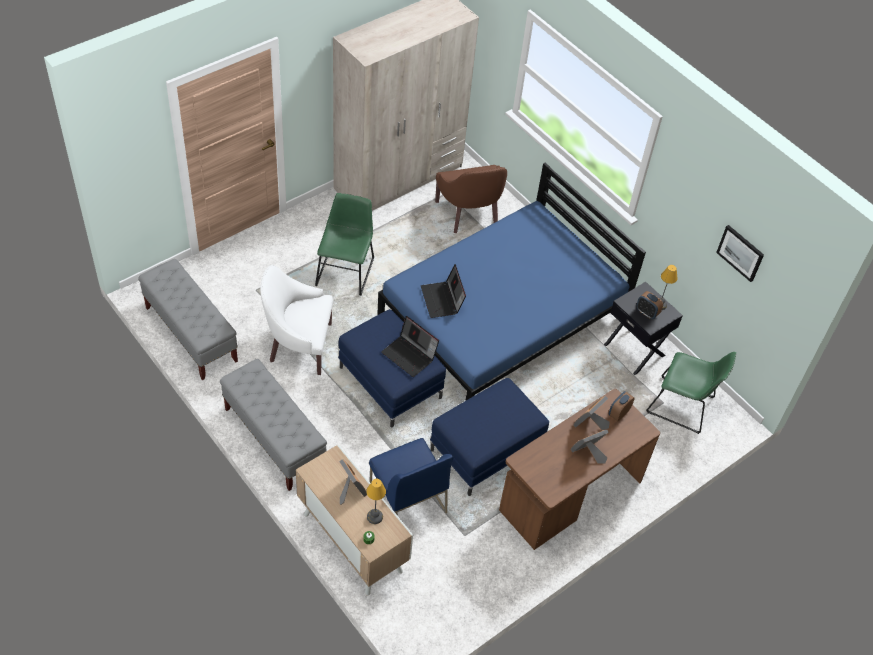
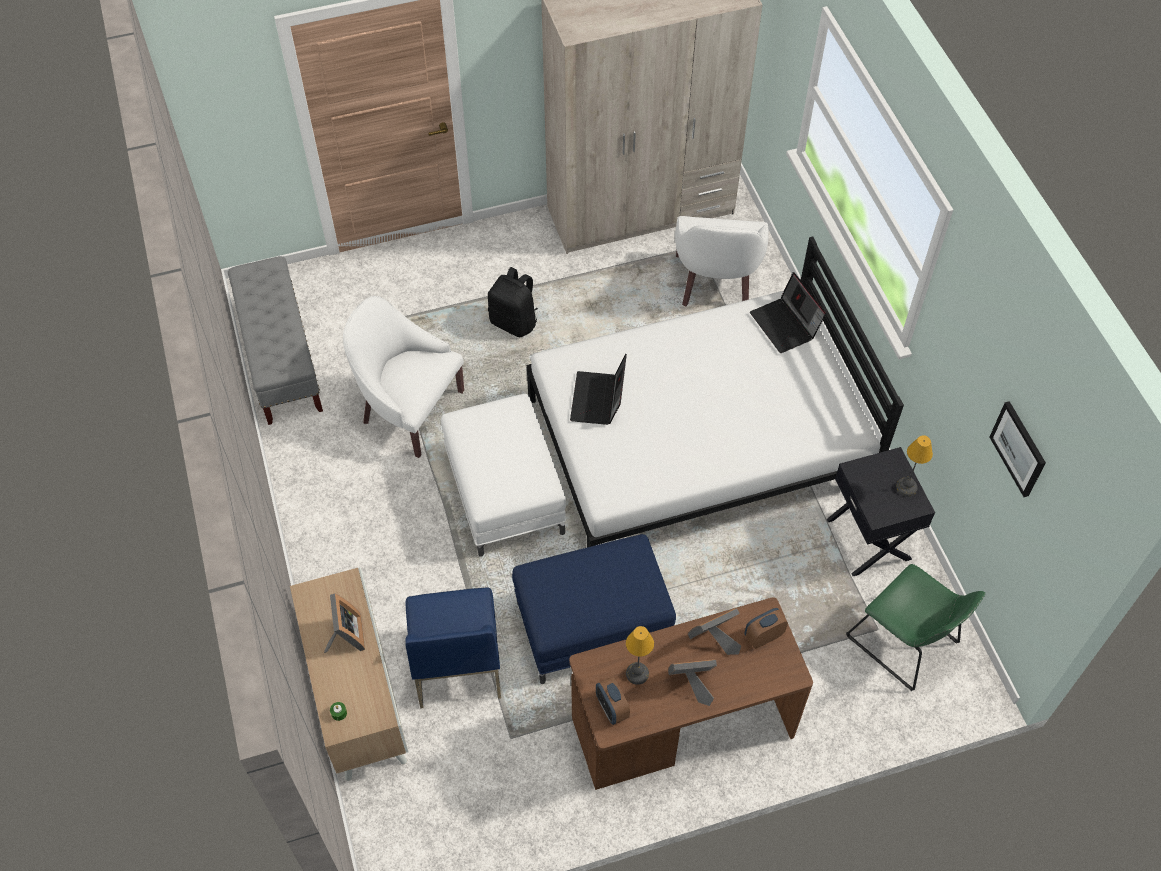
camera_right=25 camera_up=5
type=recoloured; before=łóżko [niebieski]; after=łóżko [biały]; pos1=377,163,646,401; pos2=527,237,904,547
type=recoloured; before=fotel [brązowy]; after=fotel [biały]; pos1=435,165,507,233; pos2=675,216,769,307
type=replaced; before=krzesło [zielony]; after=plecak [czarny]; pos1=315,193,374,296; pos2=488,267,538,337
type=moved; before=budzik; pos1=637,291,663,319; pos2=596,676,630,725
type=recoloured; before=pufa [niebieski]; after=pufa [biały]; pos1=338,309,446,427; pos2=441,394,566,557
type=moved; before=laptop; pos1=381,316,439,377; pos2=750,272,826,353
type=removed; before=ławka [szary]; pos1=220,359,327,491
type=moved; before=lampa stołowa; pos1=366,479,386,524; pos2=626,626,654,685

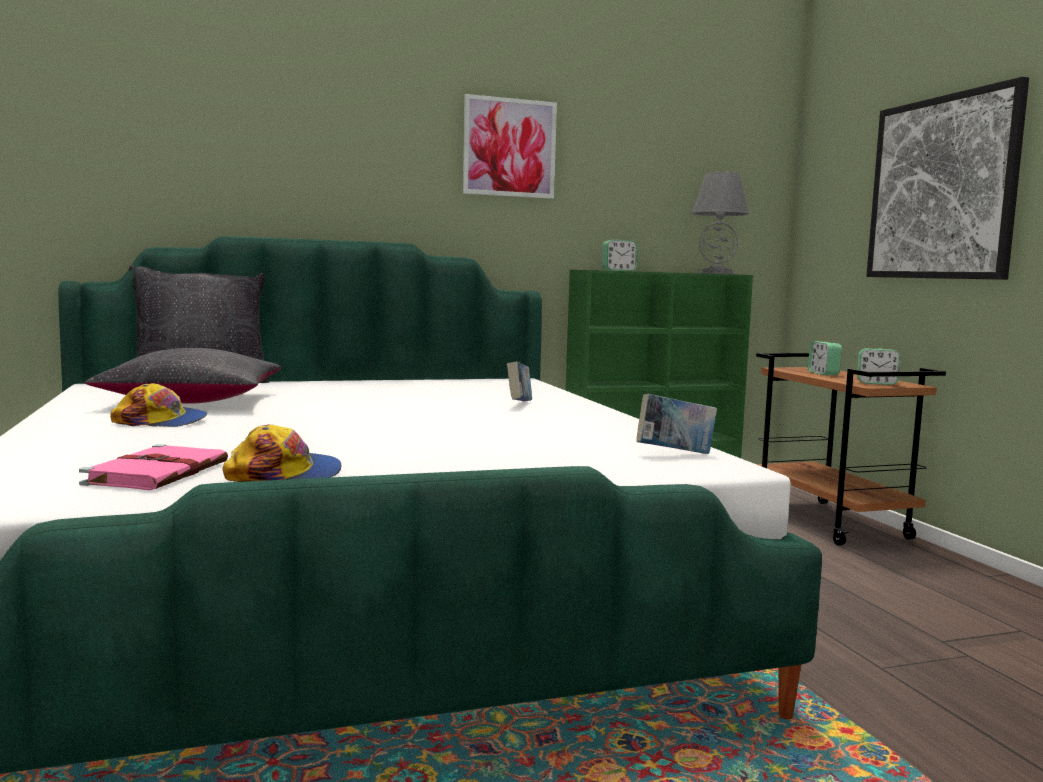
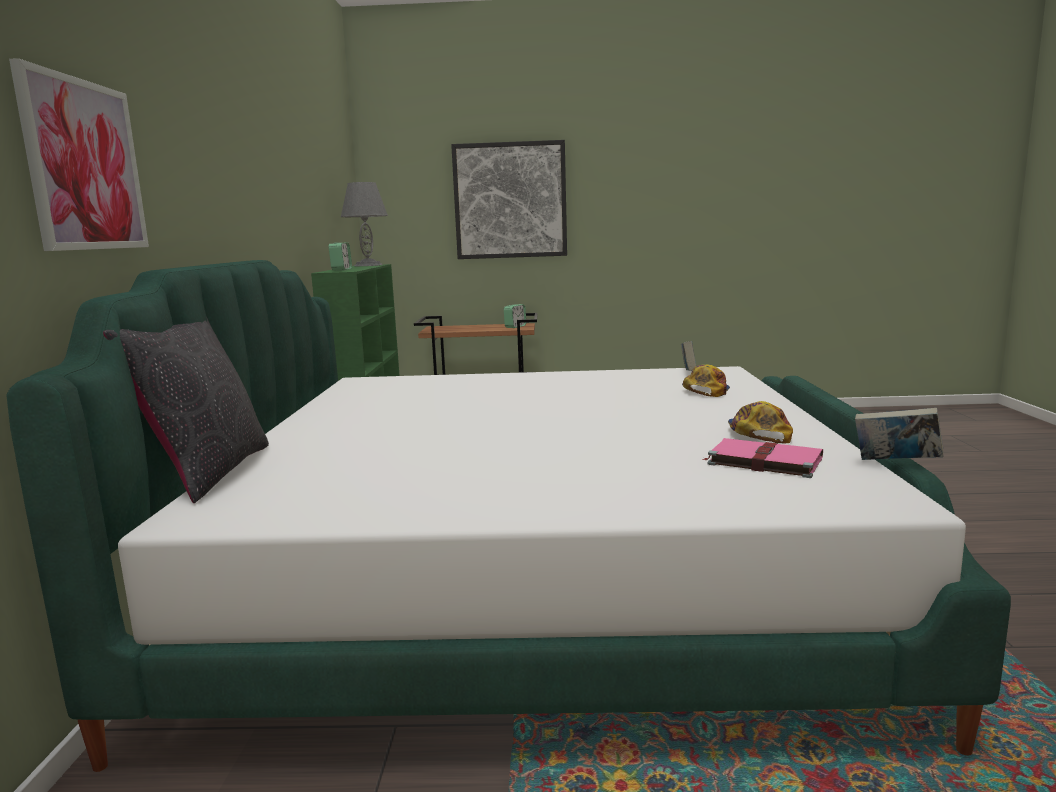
camera_right=-70 camera_up=5
type=moved; before=obraz; pos1=463,94,557,199; pos2=9,58,149,251
type=removed; before=budzik; pos1=808,341,842,375
type=removed; before=poduszka [czarny]; pos1=84,348,281,404
type=moved; before=książka; pos1=507,362,532,401; pos2=855,408,944,460
type=moved; before=czapka z daszkiem; pos1=110,383,207,427; pos2=682,365,730,397

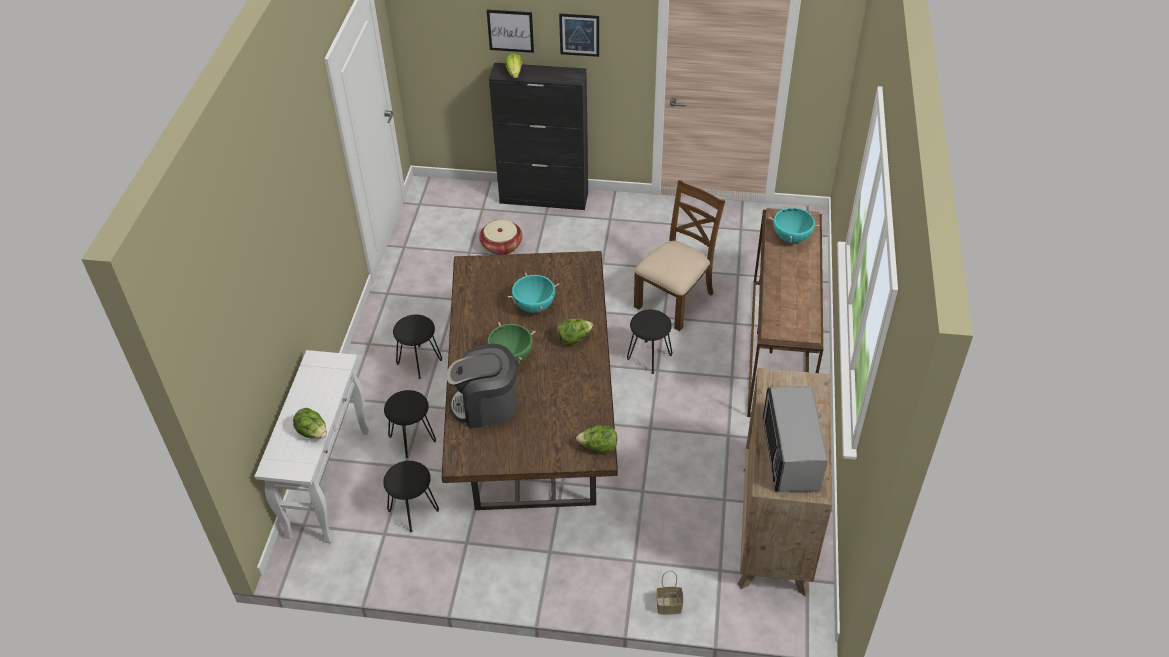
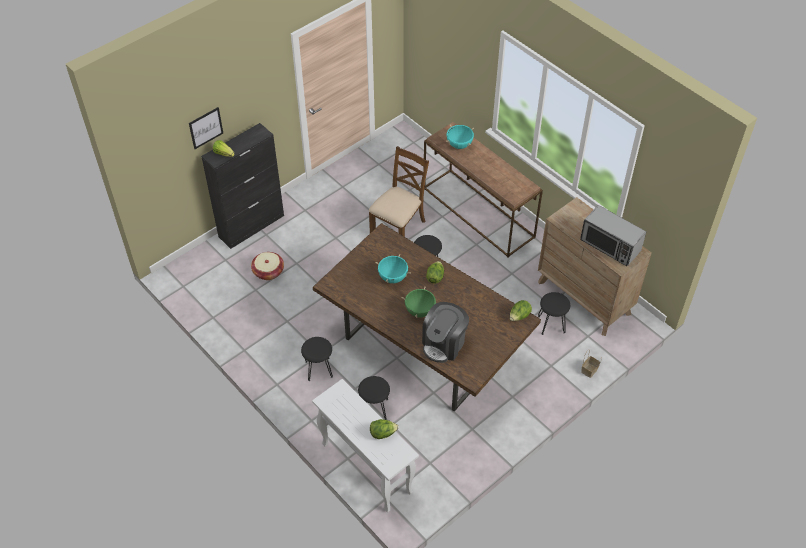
camera_right=-50 camera_up=5
type=removed; before=obraz; pos1=559,13,599,57
type=turned; before=krzesło [brązowy]; pos1=634,180,725,331; pos2=369,146,429,237; turn=45
type=moved; before=stołek [czarny]; pos1=383,461,439,532; pos2=538,292,570,335

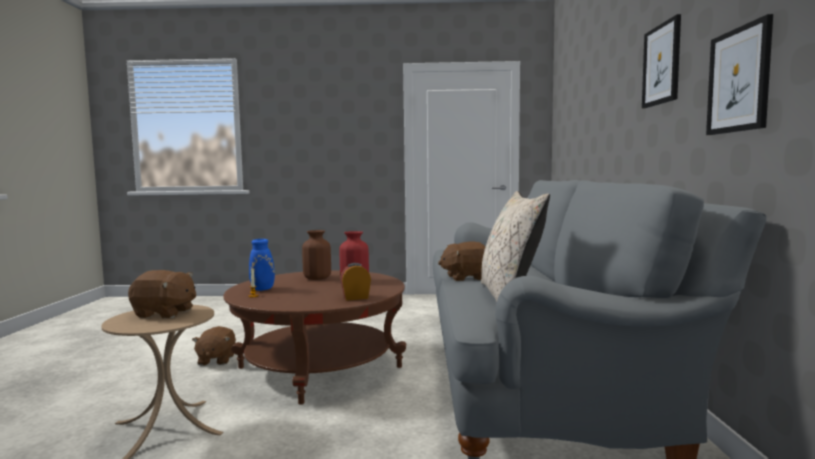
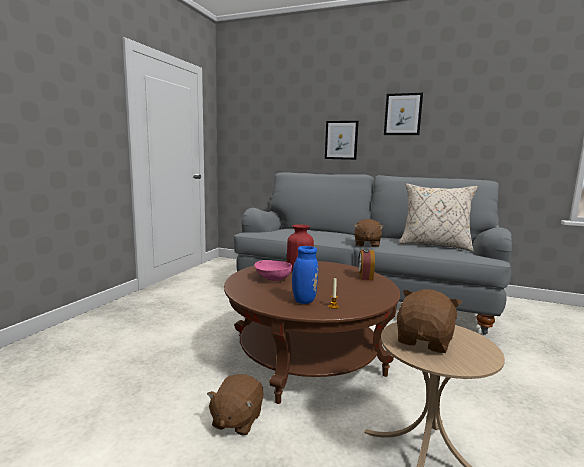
camera_right=-70 camera_up=5
type=moved; before=obraz; pos1=706,14,773,135; pos2=325,121,359,160
type=replaced; before=wazon [brązowy]; after=miska [różowy]; pos1=302,230,331,280; pos2=254,260,292,281
type=turned; before=pluszak [brązowy]; pos1=192,326,236,365; pos2=207,374,264,436; turn=90

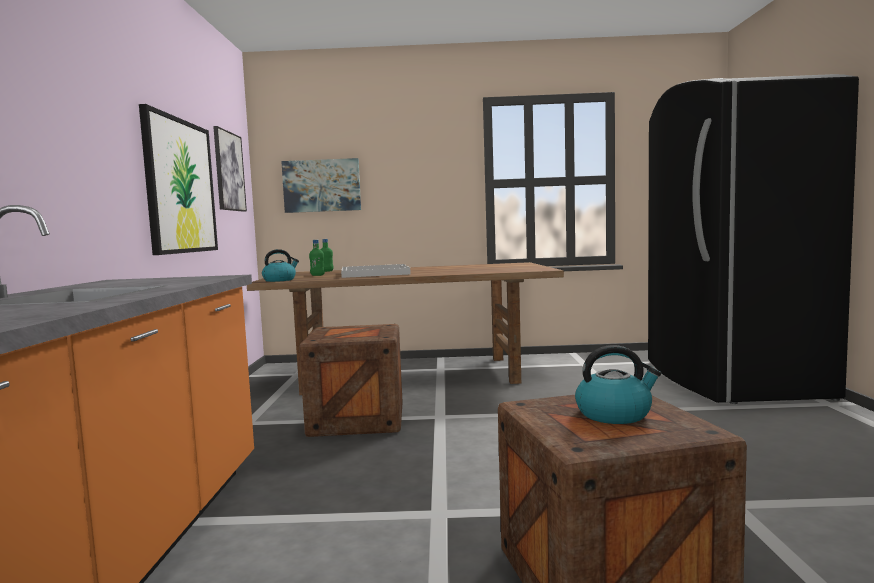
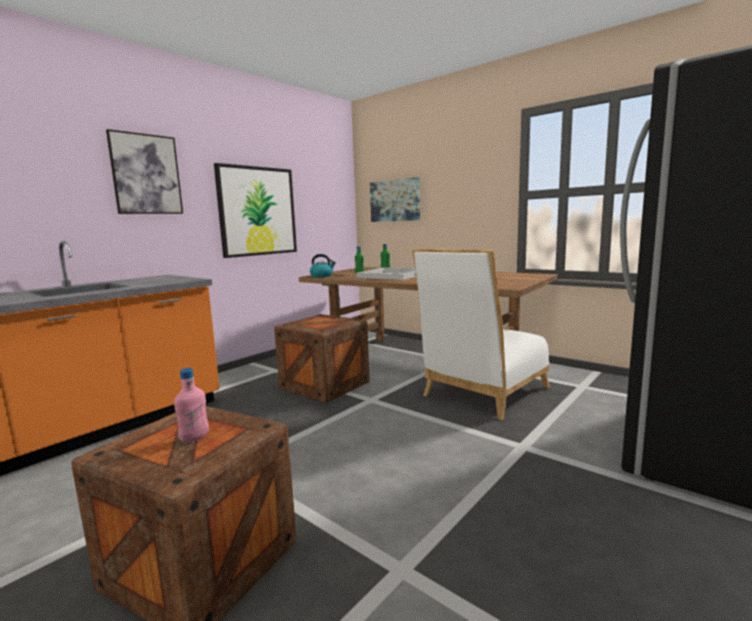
camera_right=40 camera_up=5
type=moved; before=obraz; pos1=213,126,247,212; pos2=106,129,183,214
type=replaced; before=czajnik; after=butelka [różowy]; pos1=575,345,661,424; pos2=174,368,209,443
type=added; after=krzesło [biały]; pos2=412,249,550,420

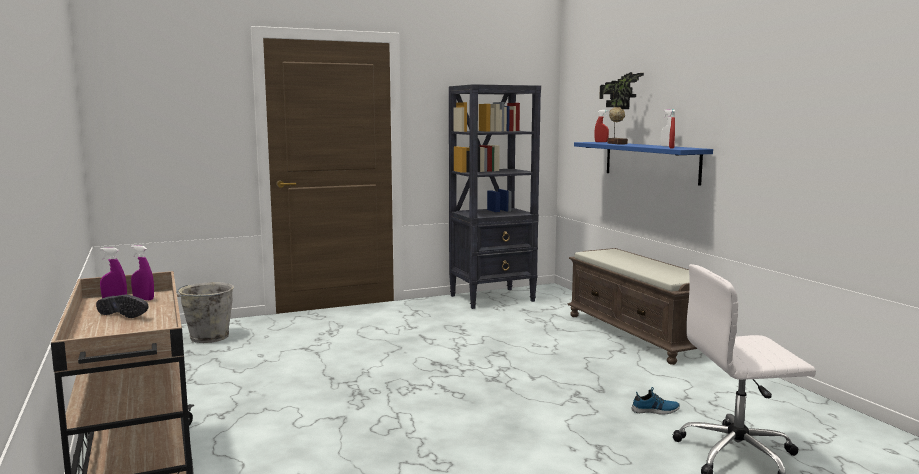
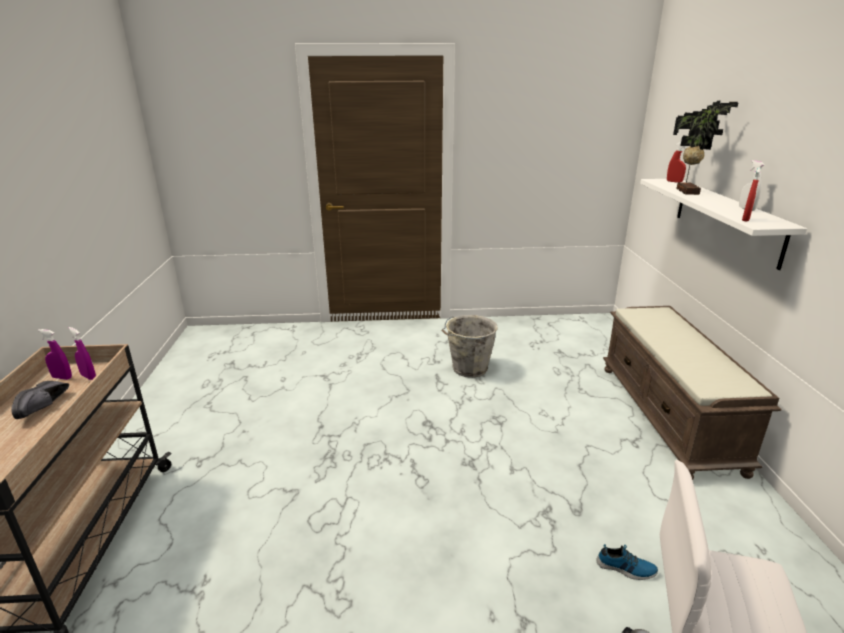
camera_right=20 camera_up=15
type=removed; before=regał [czarny]; pos1=449,84,541,309
type=recoloured; before=półka [niebieski]; after=półka [biały]; pos1=574,142,713,186; pos2=640,179,807,270
type=moved; before=wiadro [szary]; pos1=177,282,234,343; pos2=442,315,498,378
type=turned; before=but [czarny]; pos1=96,295,148,318; pos2=11,381,69,419; turn=45

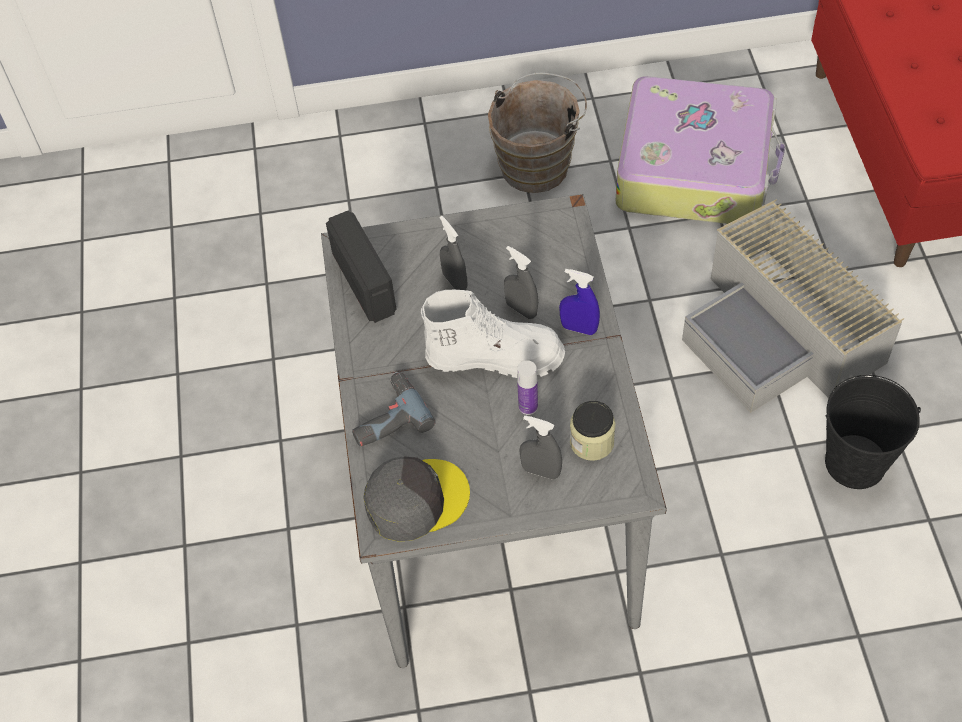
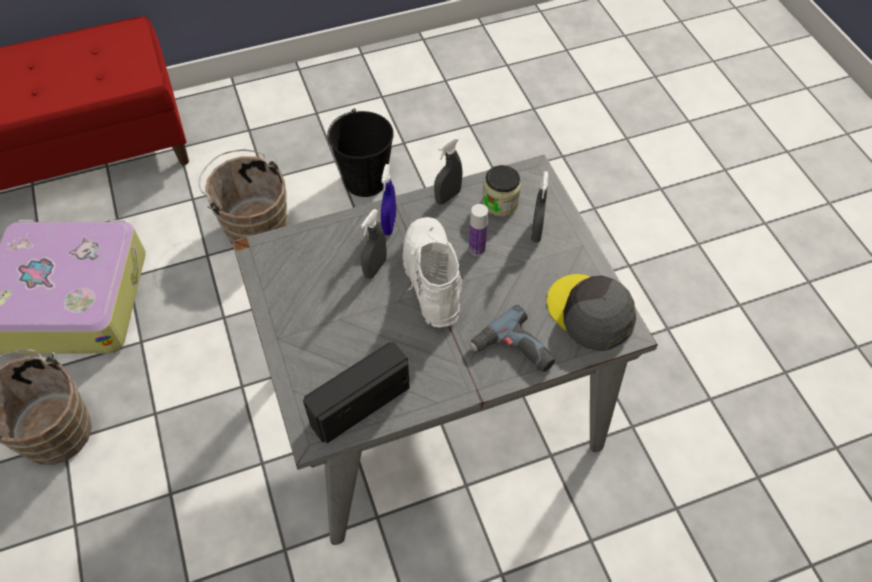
camera_right=-105 camera_up=0
type=replaced; before=pojemnik do przechowywania [szary]; after=wiadro [brązowy]; pos1=682,199,904,413; pos2=199,150,288,245
type=moved; before=spryskiwacz [szary]; pos1=440,216,468,290; pos2=434,137,462,205

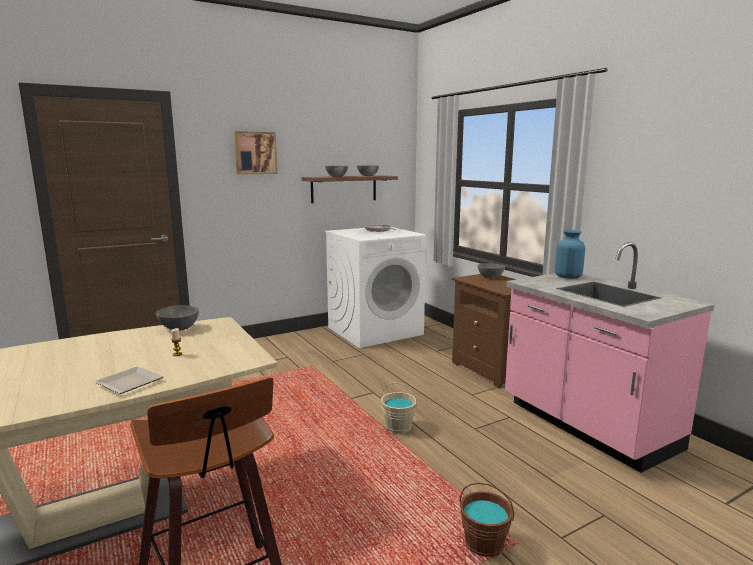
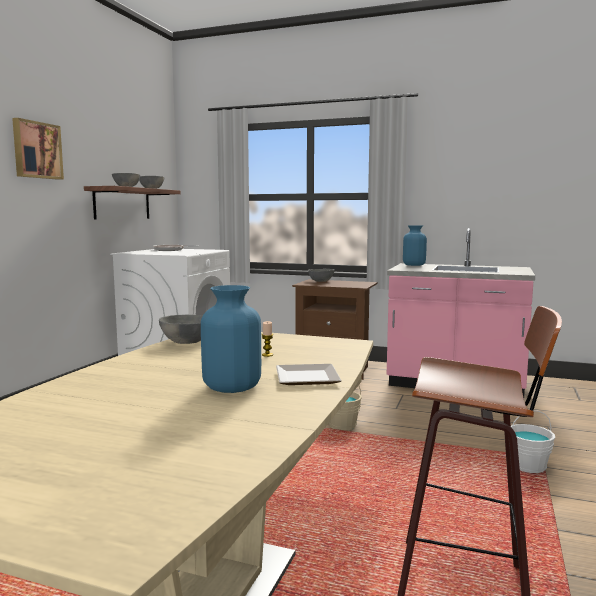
camera_right=-40 camera_up=-5
type=recoloured; before=wiadro [brązowy]; after=wiadro [biały]; pos1=460,483,514,558; pos2=511,410,555,473
type=added; after=wazon [niebieski]; pos2=201,285,261,393

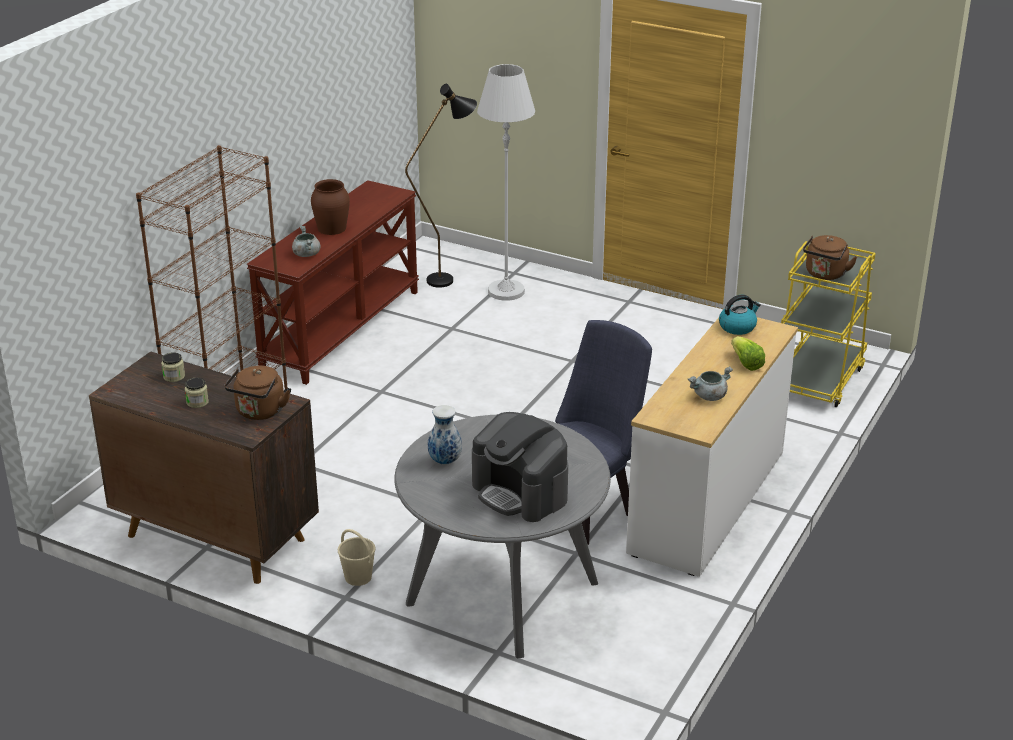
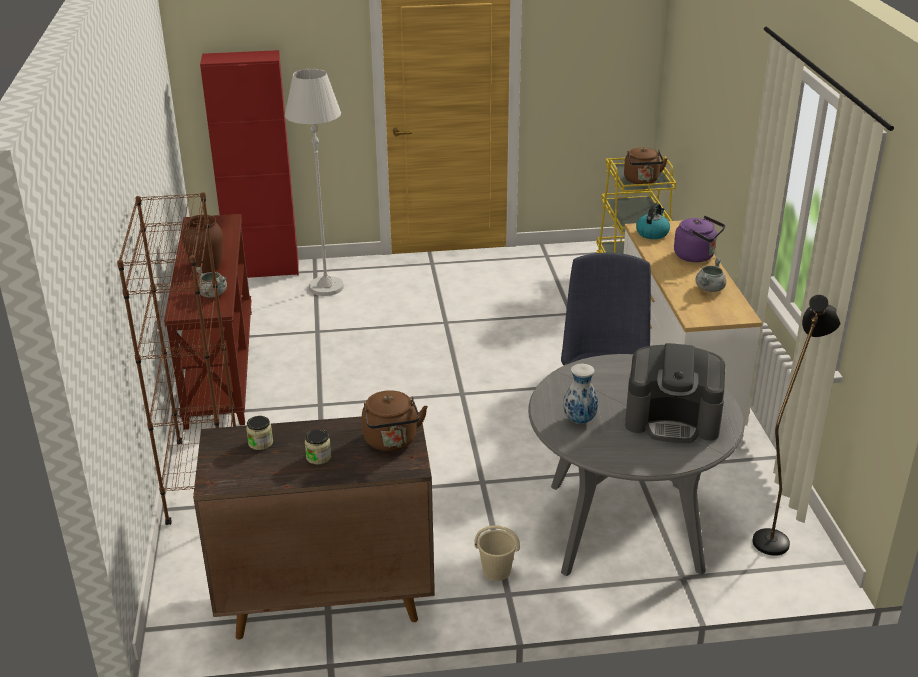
camera_right=-35 camera_up=0
type=moved; before=lampa stojąca [czarny]; pos1=405,84,477,288; pos2=752,295,841,556
type=replaced; before=sałata; after=czajnik [fioletowy]; pos1=731,336,765,371; pos2=674,216,725,262
type=added; after=szafka [czerwony]; pos2=200,50,299,278

